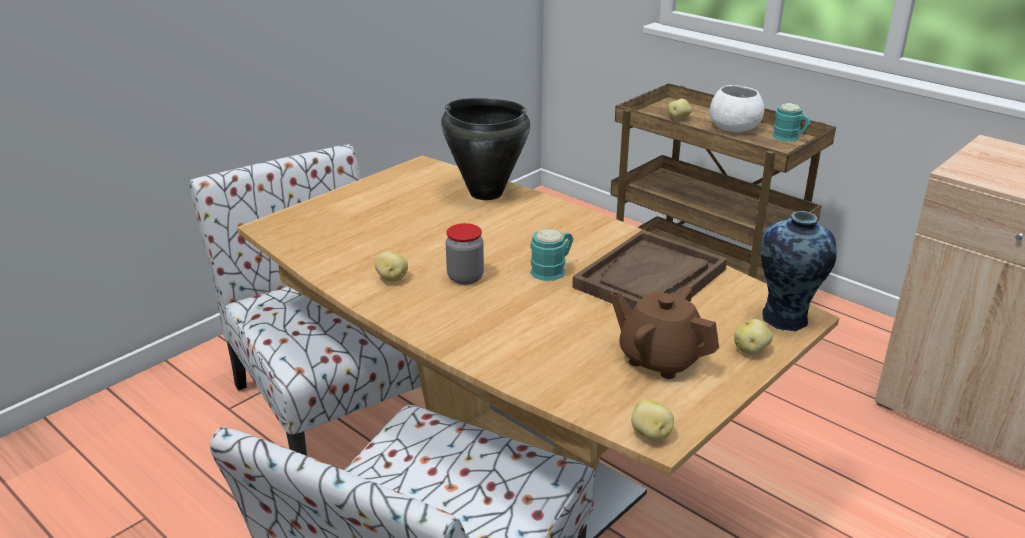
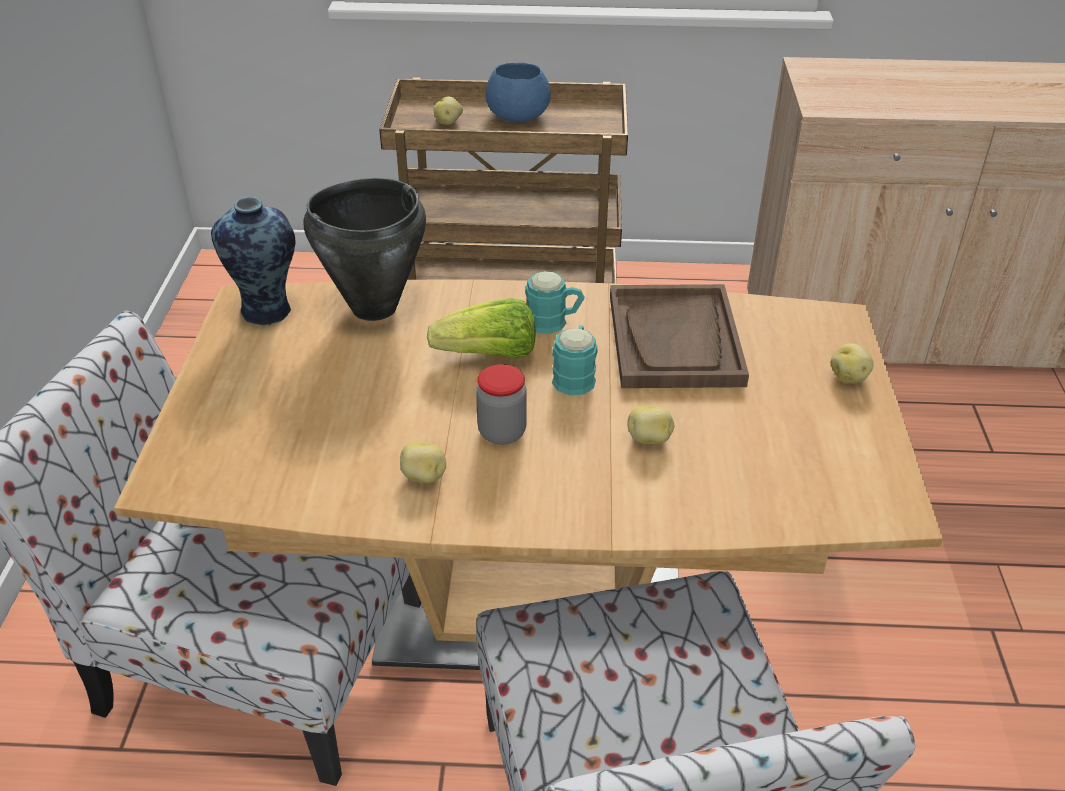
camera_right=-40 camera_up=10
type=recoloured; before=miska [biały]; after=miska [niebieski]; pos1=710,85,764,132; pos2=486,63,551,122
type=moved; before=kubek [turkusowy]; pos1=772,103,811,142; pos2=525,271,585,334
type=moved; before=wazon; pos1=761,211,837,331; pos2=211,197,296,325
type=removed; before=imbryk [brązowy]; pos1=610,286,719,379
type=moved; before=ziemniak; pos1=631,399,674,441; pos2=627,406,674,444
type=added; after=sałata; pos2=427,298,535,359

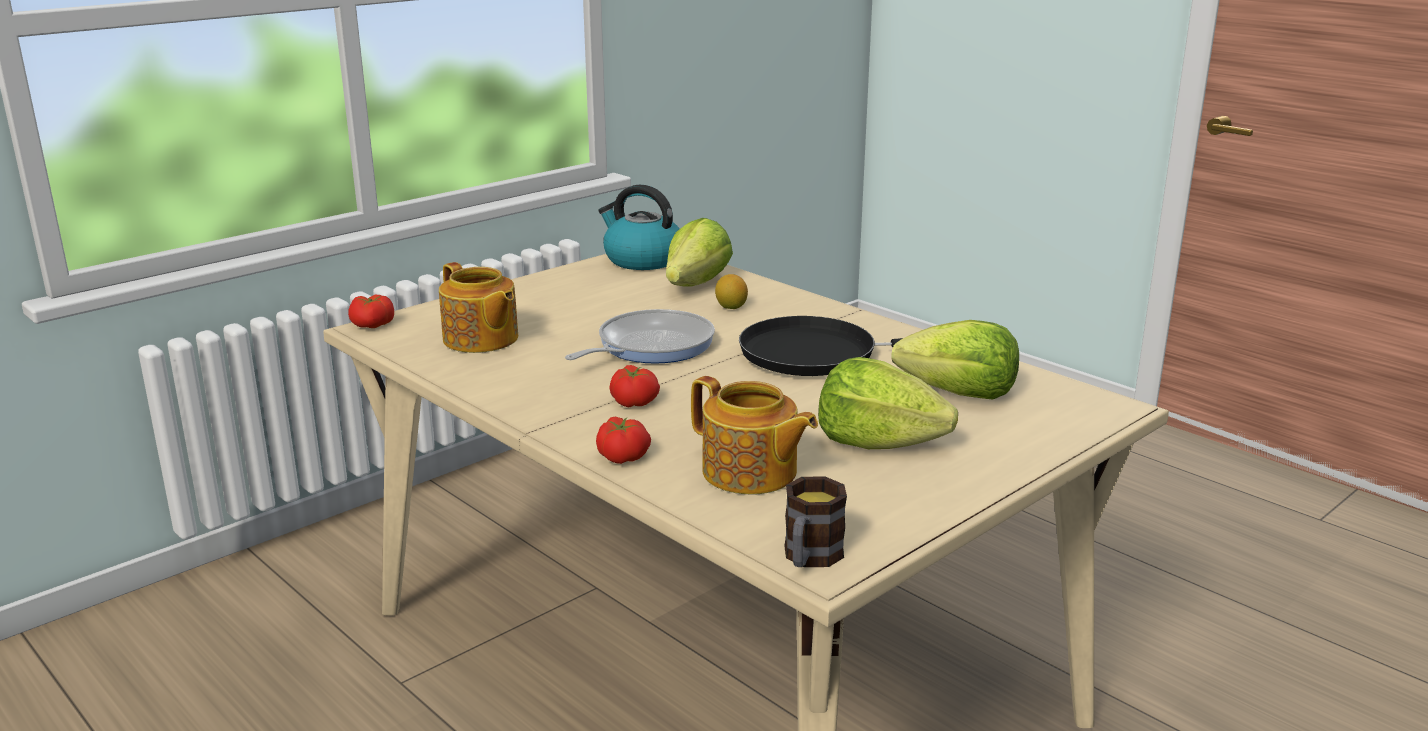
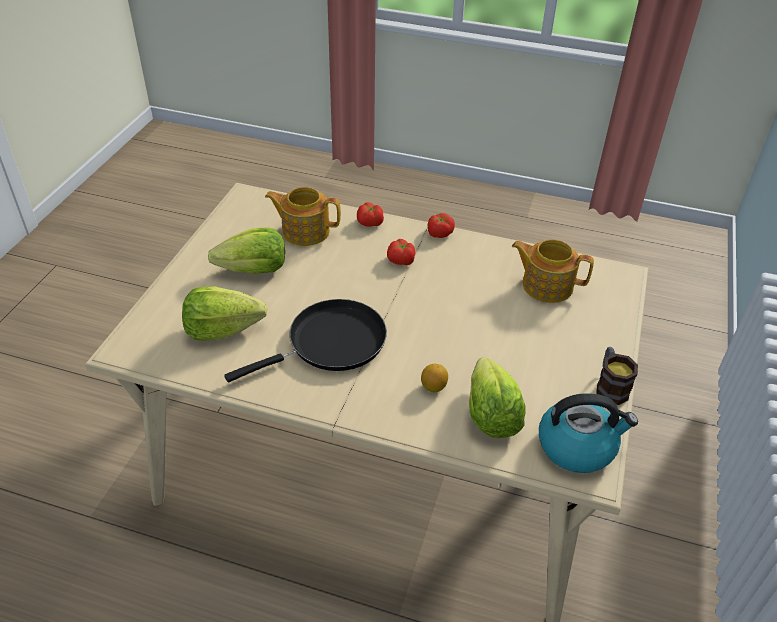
camera_right=150 camera_up=20
type=moved; before=pomidor; pos1=348,294,394,328; pos2=428,213,455,238
type=removed; before=patelnia; pos1=565,309,715,364
type=moved; before=kubek; pos1=784,477,847,567; pos2=596,347,638,405

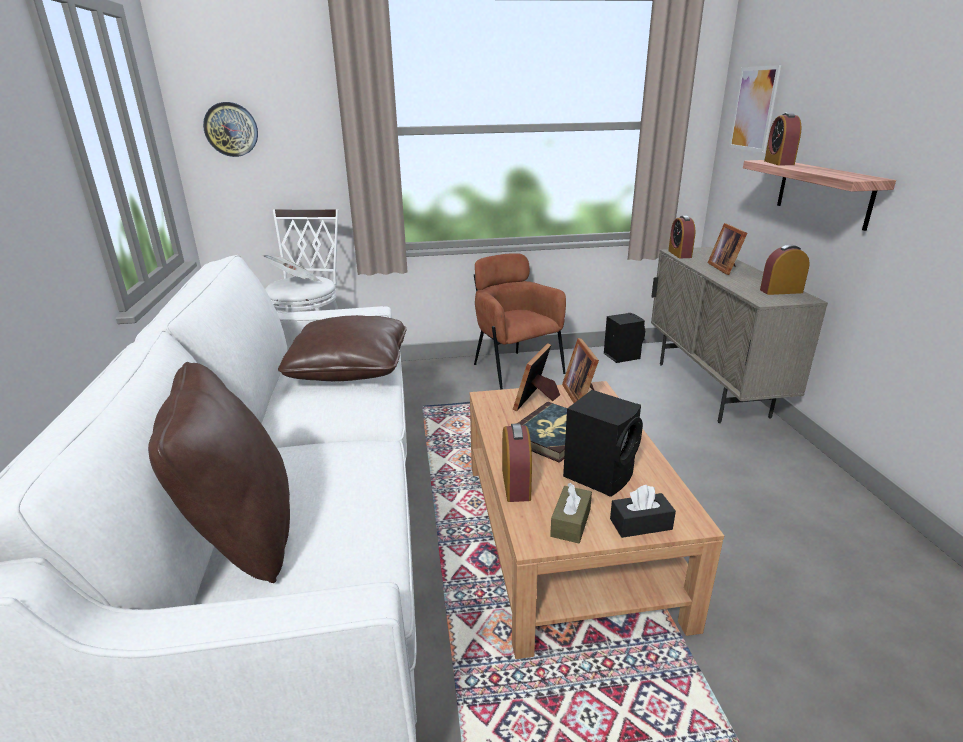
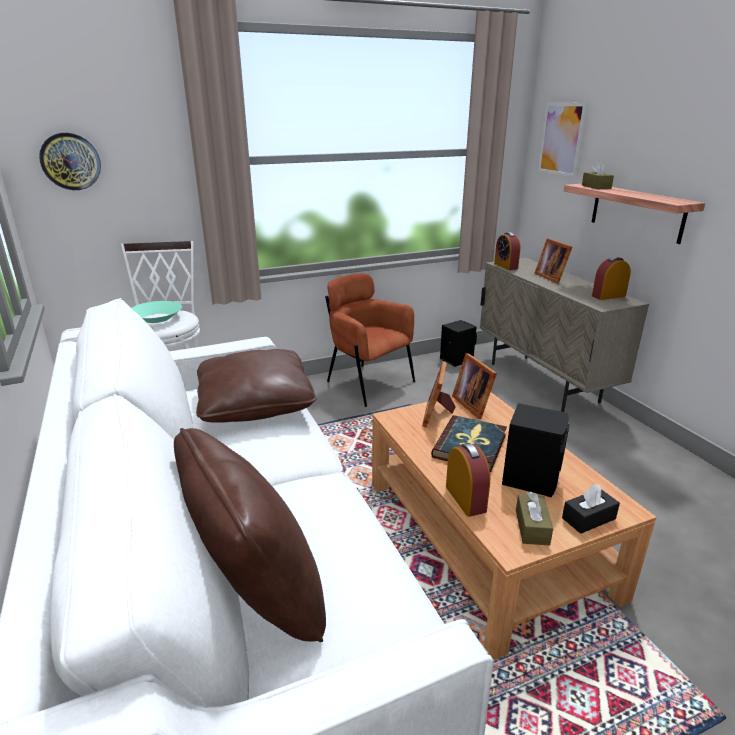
camera_right=-15 camera_up=0
type=replaced; before=budzik; after=pudełko chusteczek [brązowy]; pos1=764,112,801,165; pos2=582,161,614,189
type=replaced; before=gazeta; after=miska [turkusowy]; pos1=262,255,321,281; pos2=131,301,182,323

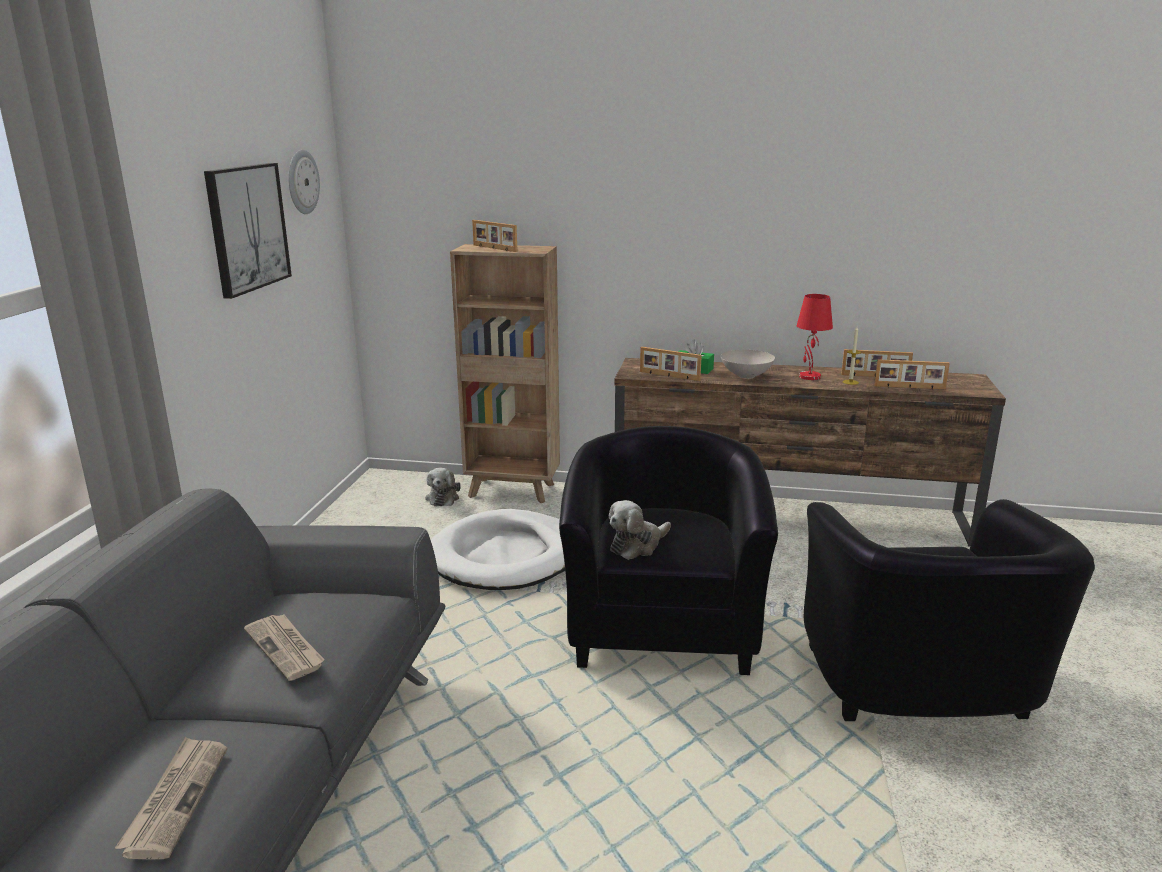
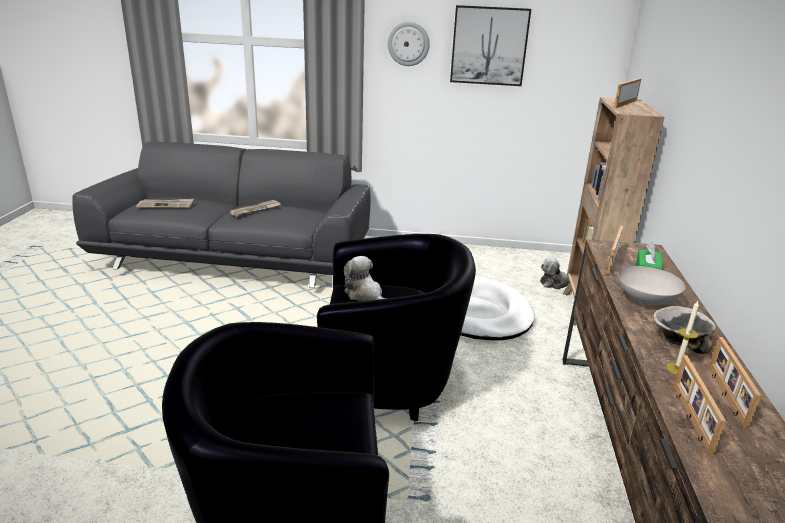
camera_right=85 camera_up=5
type=moved; before=zegar ścienny; pos1=289,150,320,214; pos2=388,22,430,66
type=replaced; before=lampa stołowa [czerwony]; after=miska; pos1=797,294,833,380; pos2=653,306,716,354

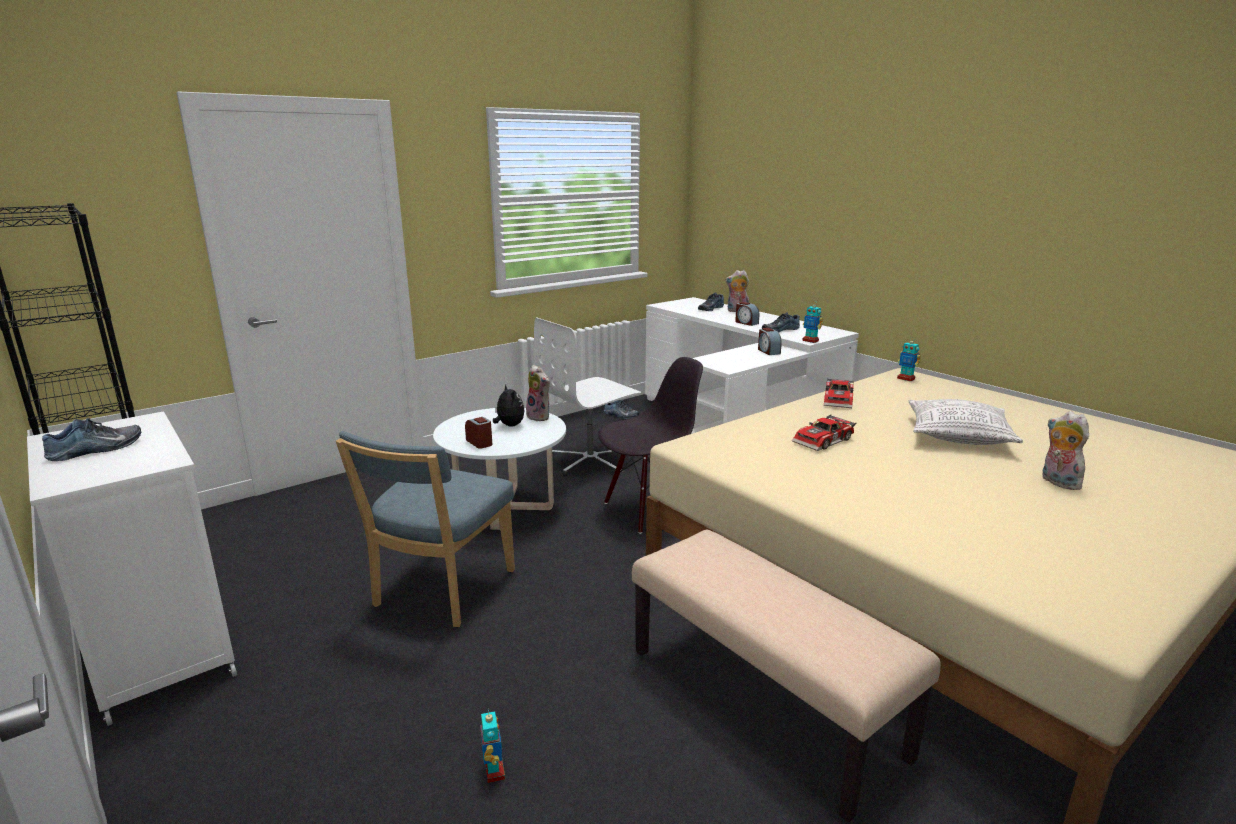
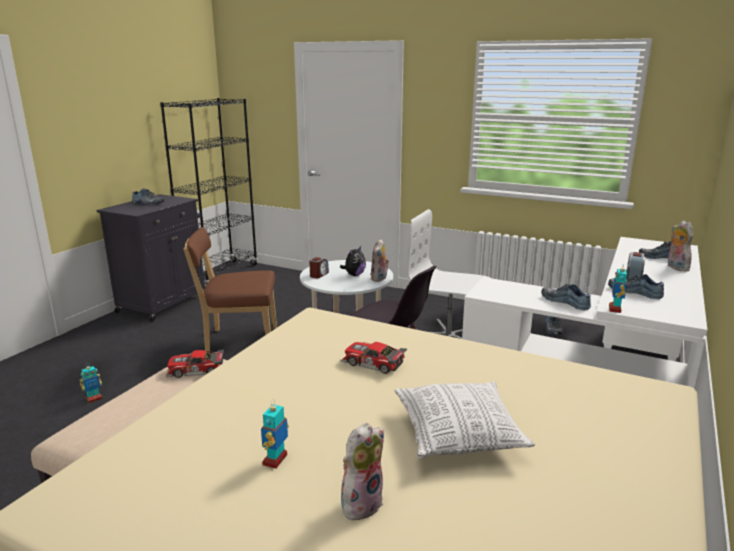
camera_right=65 camera_up=0
type=replaced; before=budzik; after=but; pos1=758,328,782,355; pos2=541,284,591,310
type=moved; before=robot zabawkowy; pos1=897,337,921,381; pos2=261,400,289,469
type=moved; before=samochodzik; pos1=824,378,854,408; pos2=166,349,224,378
type=recoloured; before=szafka [biały]; after=szafka [czarny]; pos1=27,411,237,726; pos2=97,194,205,322
type=recoloured; before=krzesło [niebieski]; after=krzesło [brązowy]; pos1=336,431,515,627; pos2=183,227,277,351

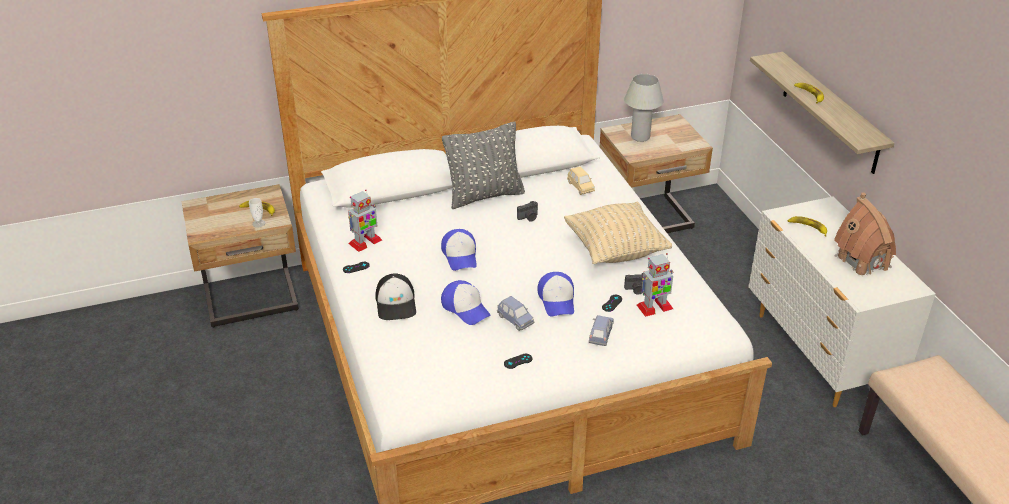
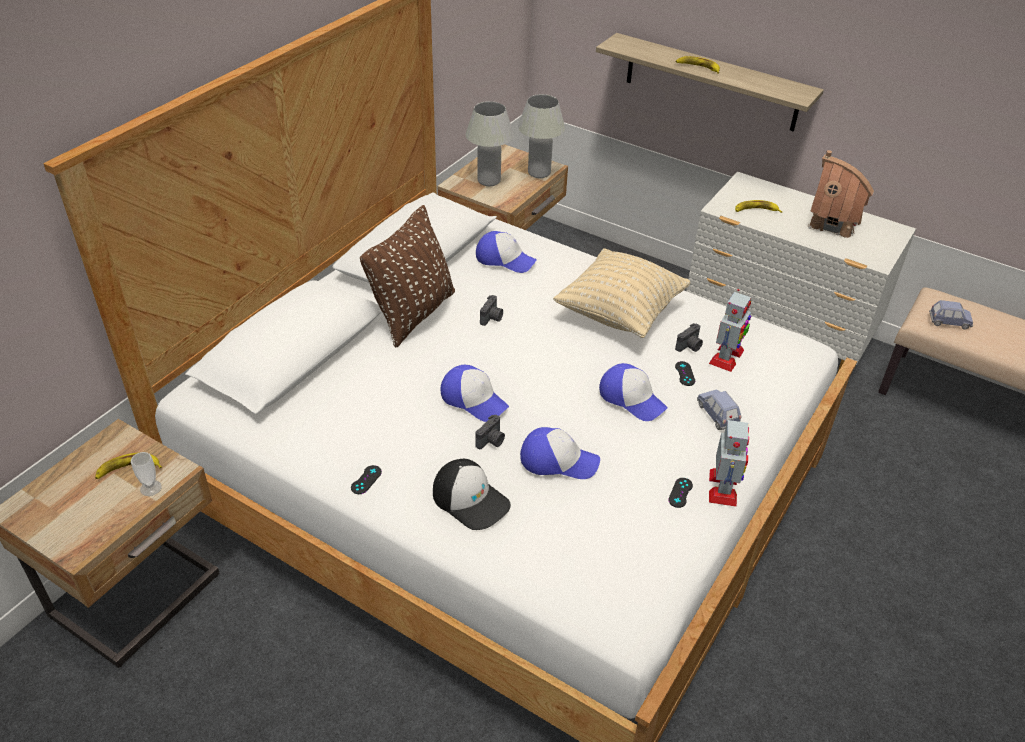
camera_right=-40 camera_up=5
type=recoloured; before=poduszka [szary]; after=poduszka [brązowy]; pos1=442,122,525,209; pos2=360,205,455,347
type=replaced; before=samochodzik [beżowy]; after=czapka z daszkiem; pos1=567,167,595,195; pos2=476,231,537,273
type=moved; before=robot zabawkowy; pos1=348,190,382,252; pos2=709,416,749,507
type=moved; before=samochodzik [niebieski]; pos1=497,296,534,331; pos2=929,300,973,329
type=added; after=lampa stołowa [biały]; pos2=518,94,565,178
type=added; after=aparat fotograficzny; pos2=475,415,505,449

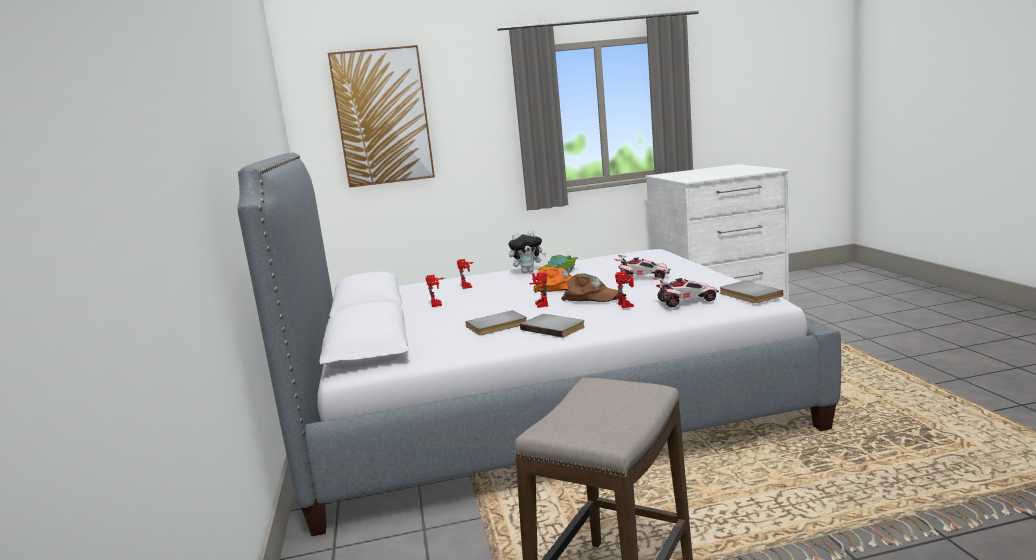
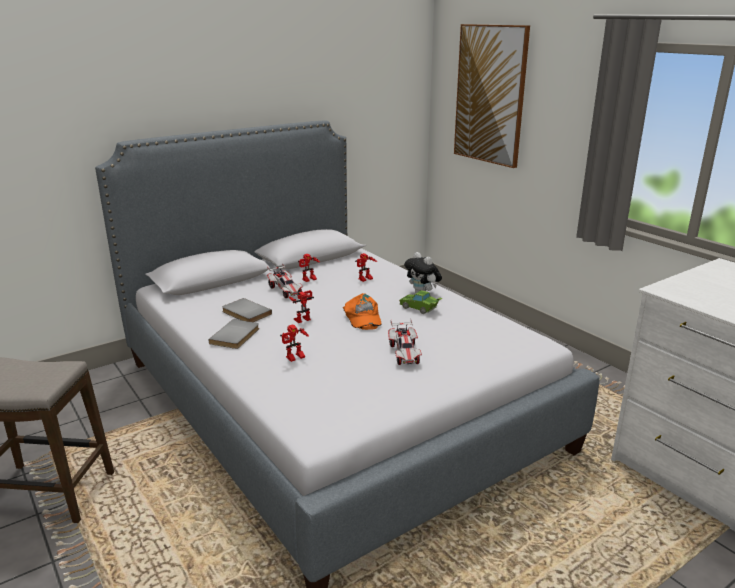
camera_right=65 camera_up=10
type=removed; before=czapka z daszkiem [brązowy]; pos1=561,273,619,302
type=moved; before=samochodzik; pos1=652,277,719,307; pos2=267,263,303,298
type=removed; before=książka [szary]; pos1=719,281,783,303

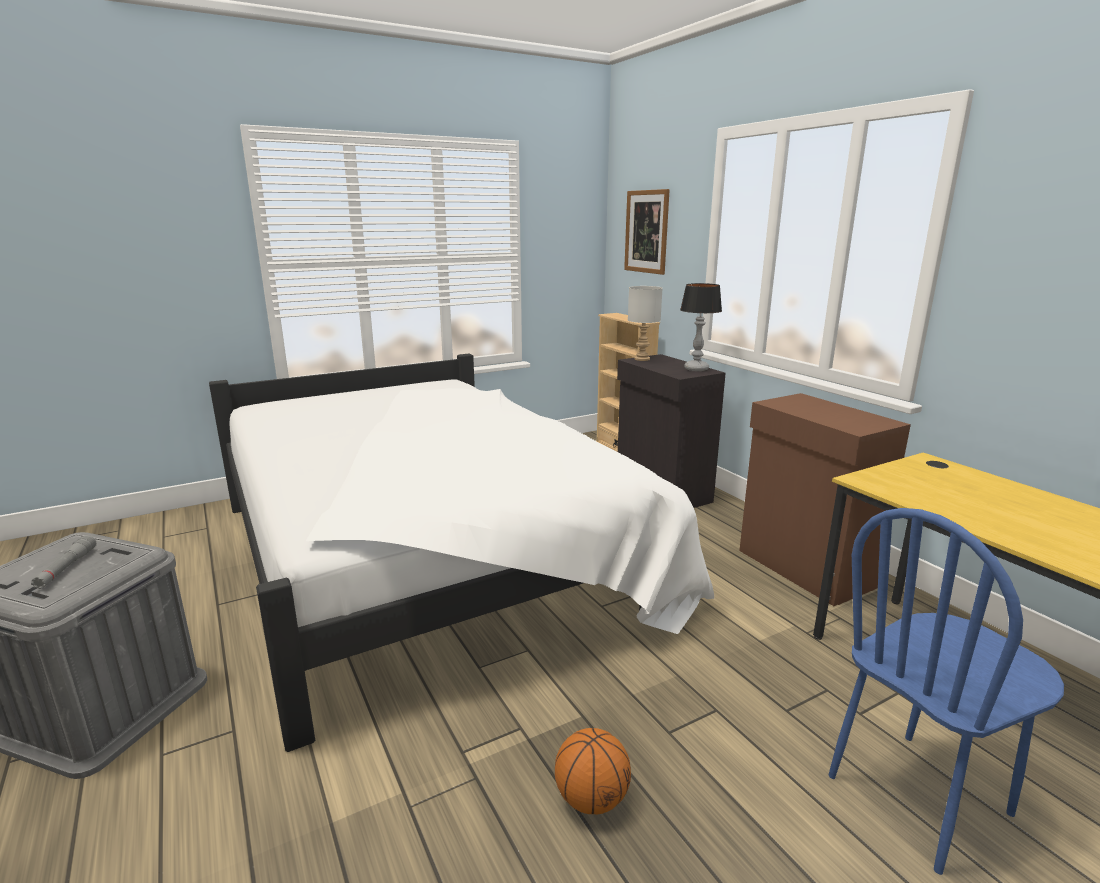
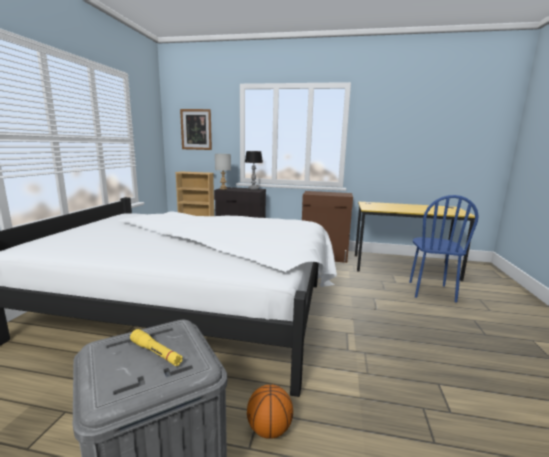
camera_right=-50 camera_up=-5
type=recoloured; before=latarka [szary]; after=latarka [żółty]; pos1=31,535,96,589; pos2=130,329,183,366
type=moved; before=piłka do koszykówki; pos1=555,728,631,815; pos2=247,385,293,439

